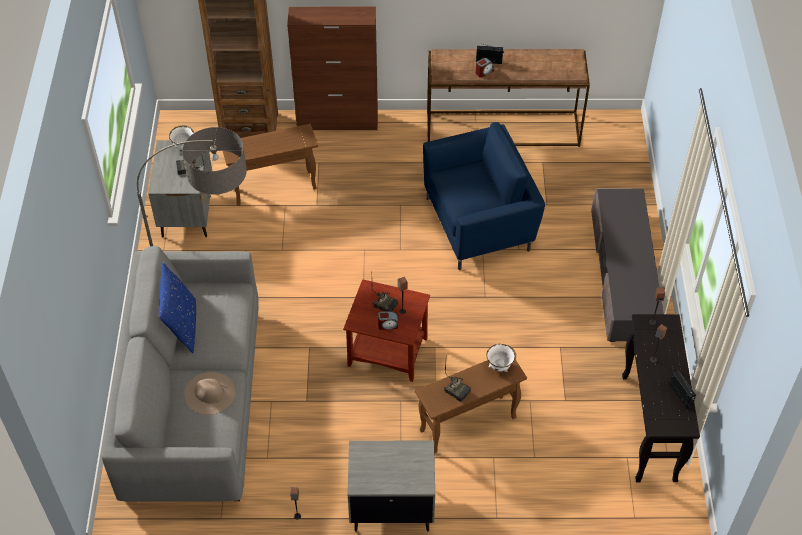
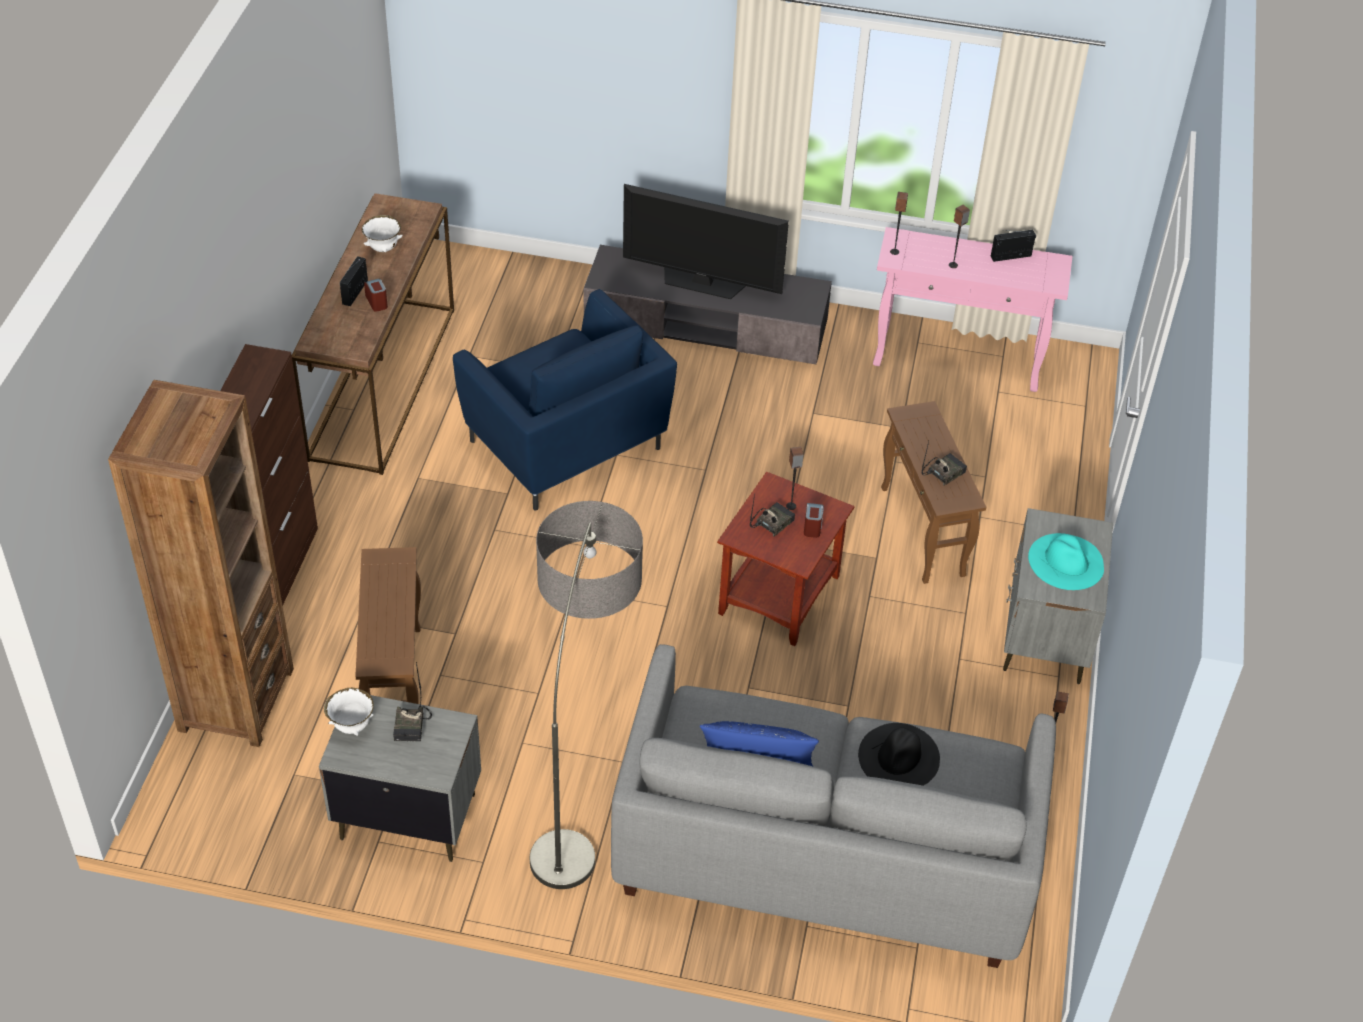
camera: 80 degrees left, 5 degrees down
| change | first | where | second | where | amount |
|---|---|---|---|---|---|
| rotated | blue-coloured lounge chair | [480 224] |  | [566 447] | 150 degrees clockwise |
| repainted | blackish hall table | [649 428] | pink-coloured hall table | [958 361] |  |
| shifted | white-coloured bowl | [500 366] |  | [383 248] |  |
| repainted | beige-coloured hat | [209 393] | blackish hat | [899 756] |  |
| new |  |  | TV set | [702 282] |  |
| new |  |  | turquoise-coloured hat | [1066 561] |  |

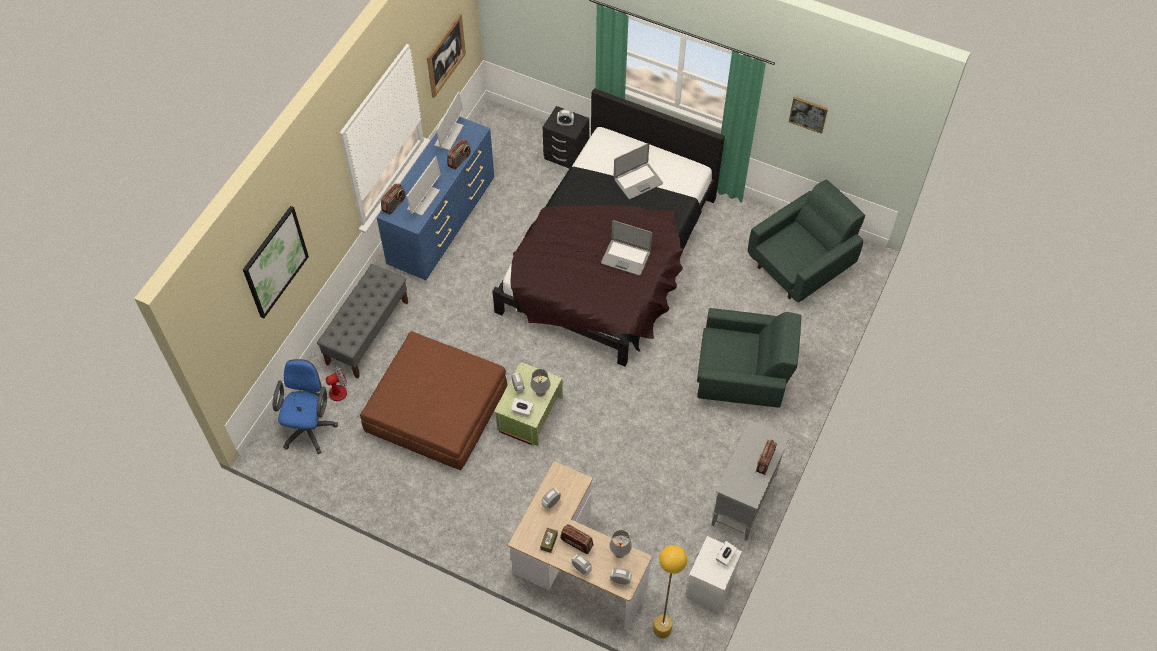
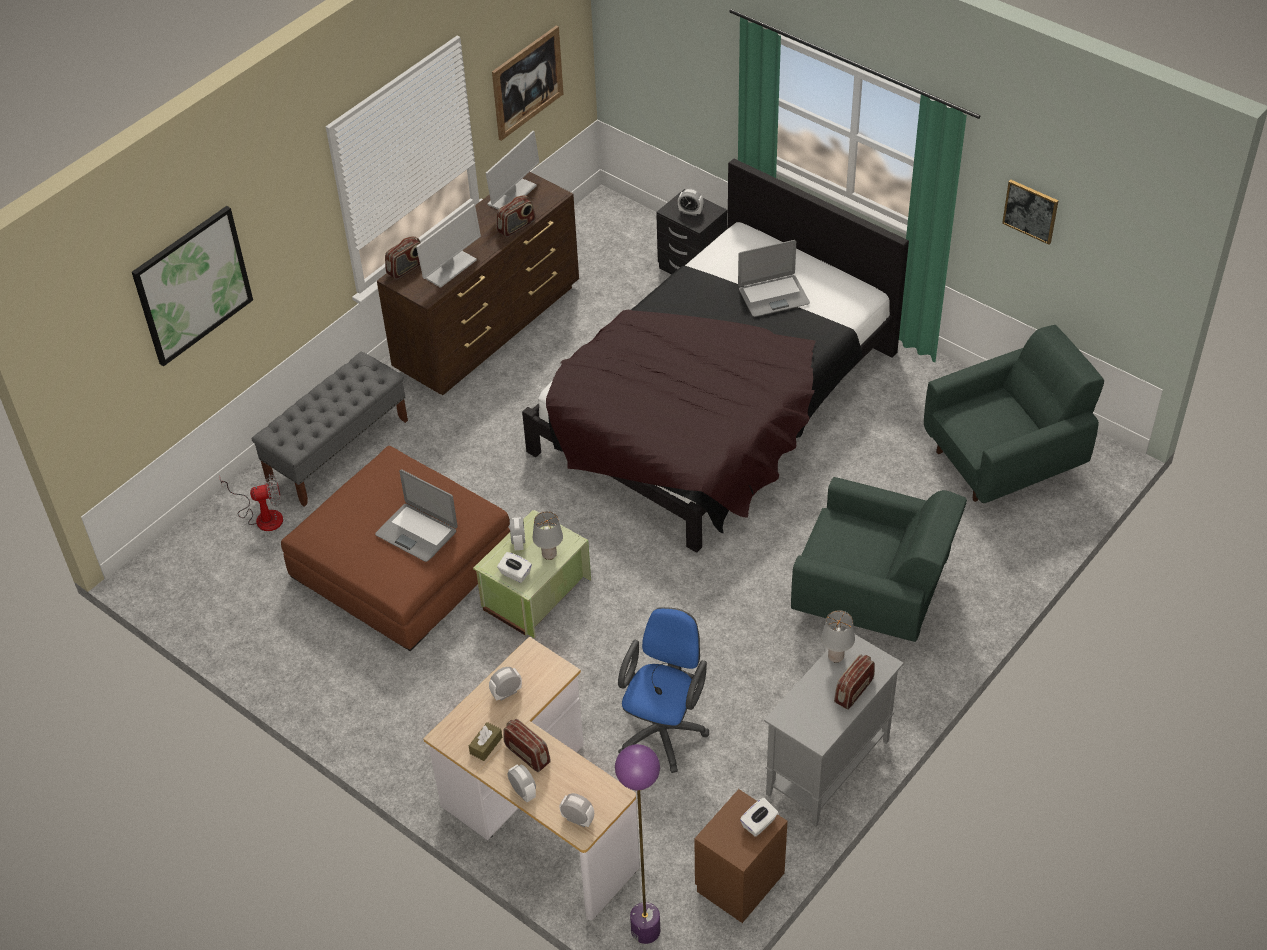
camera: 15 degrees right, 10 degrees down
| change | first | where | second | where | amount |
|---|---|---|---|---|---|
| repainted | blue-coloured chest of drawers | [443 223] | brownish chest of drawers | [489 328] |  |
| shifted | portable computer | [626 257] |  | [417 532] |  |
| shifted | blue-coloured desk chair | [309 427] |  | [664 729] |  |
| shifted | greyish tabletop lamp | [619 553] |  | [836 656] |  |
| repainted | white-coloured night table | [710 586] | brownish night table | [740 882] |  |
| repainted | yellowish floor lamp | [662 629] | purple floor lamp | [645 930] |  |

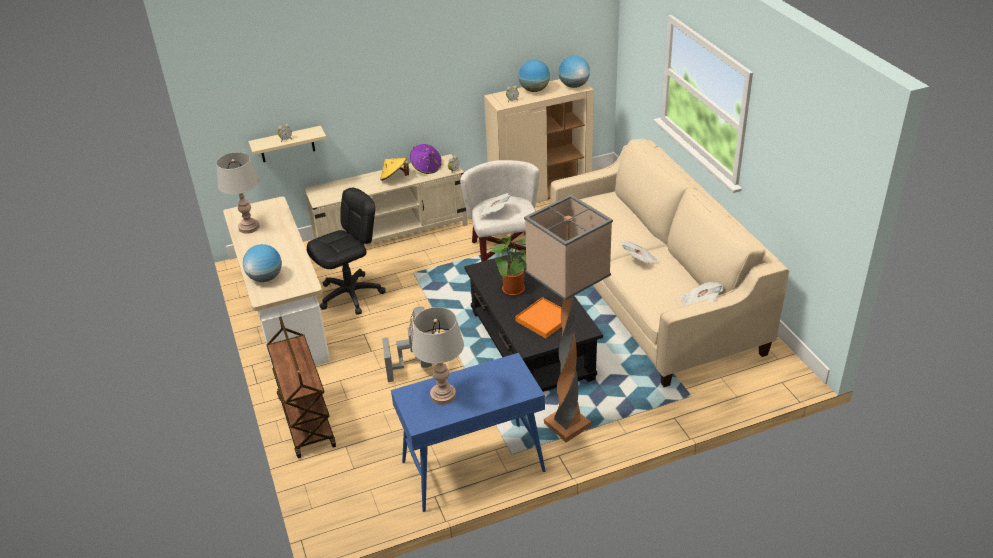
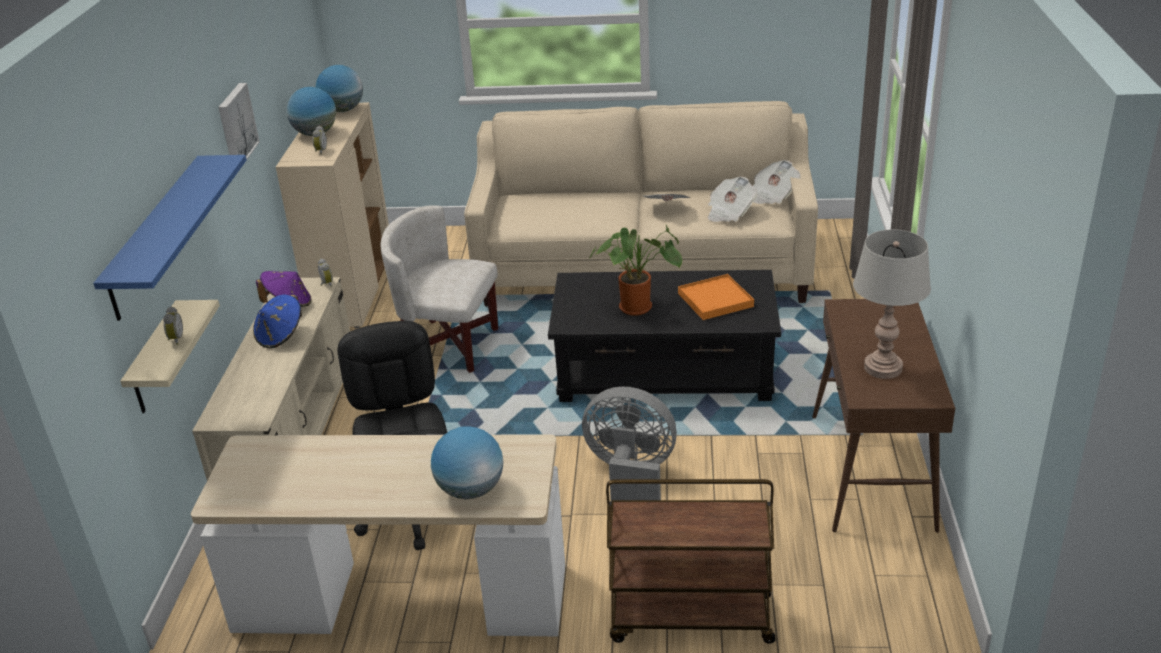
camera: 65 degrees left, 5 degrees down
| change | first | where | second | where | amount |
|---|---|---|---|---|---|
| gone | greyish tabletop lamp | [249 227] |  |  |  |
| repainted | yellowish hat | [394 178] | blue-coloured hat | [281 336] |  |
| shifted | newspaper | [493 212] |  | [729 213] |  |
| gone | floor lamp | [567 426] |  |  |  |
| repainted | blue-coloured hall table | [472 467] | brownish hall table | [872 472] |  |
| new |  |  | wall art | [235 125] |  |
| new |  |  | blue-coloured bracket shelf | [156 236] |  |

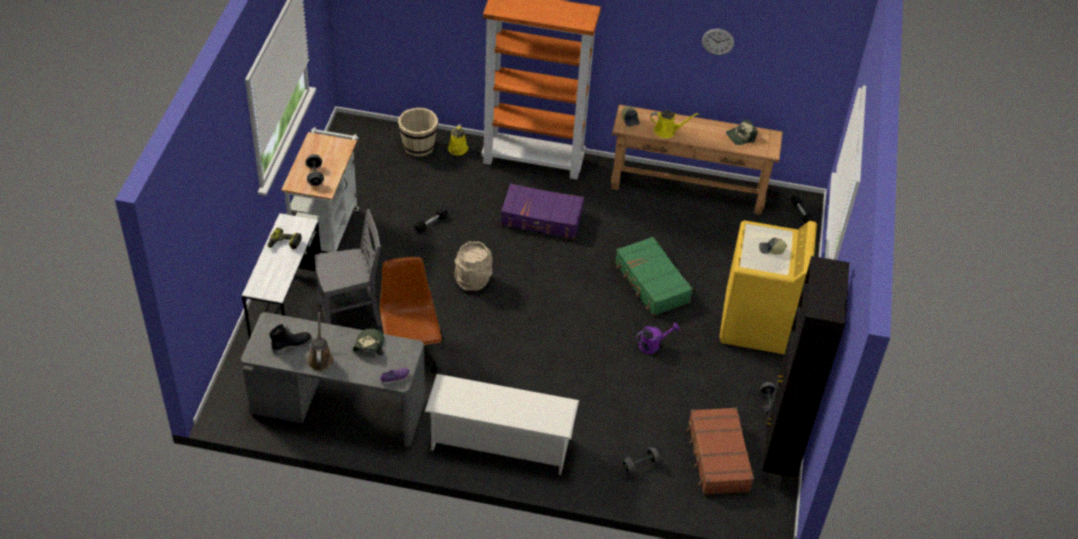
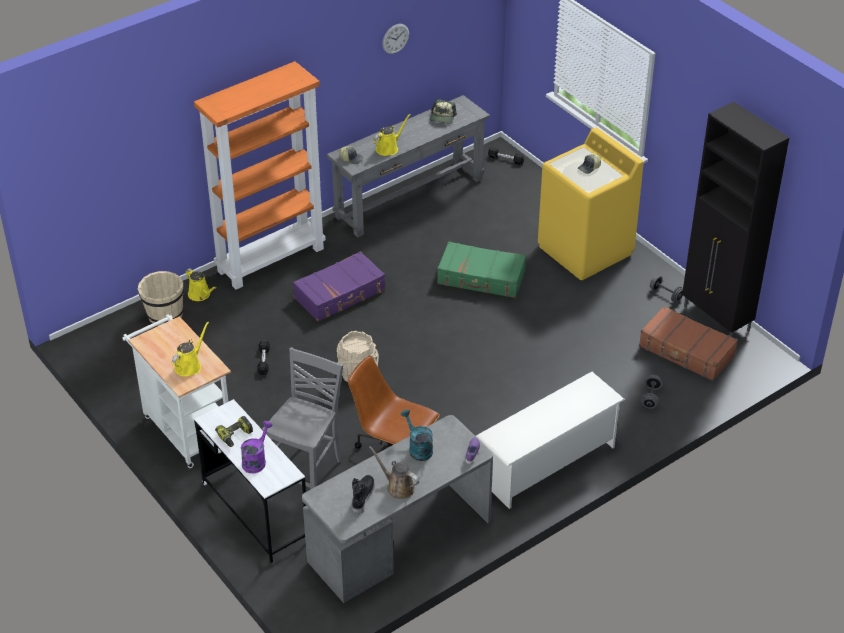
camera: 45 degrees left, 5 degrees down
| change | first | where | second | where | amount |
|---|---|---|---|---|---|
| repainted | brownish hall table | [688 188] | greyish hall table | [409 198] |  |
| swapped | greyish dumbbell | [315 176] | yellowish watering pot | [189 365] |  |
| shifted | purple watering pot | [652 345] |  | [256 460] |  |
| swapped | cap | [369 345] | turquoise-coloured watering pot | [418 448] |  |

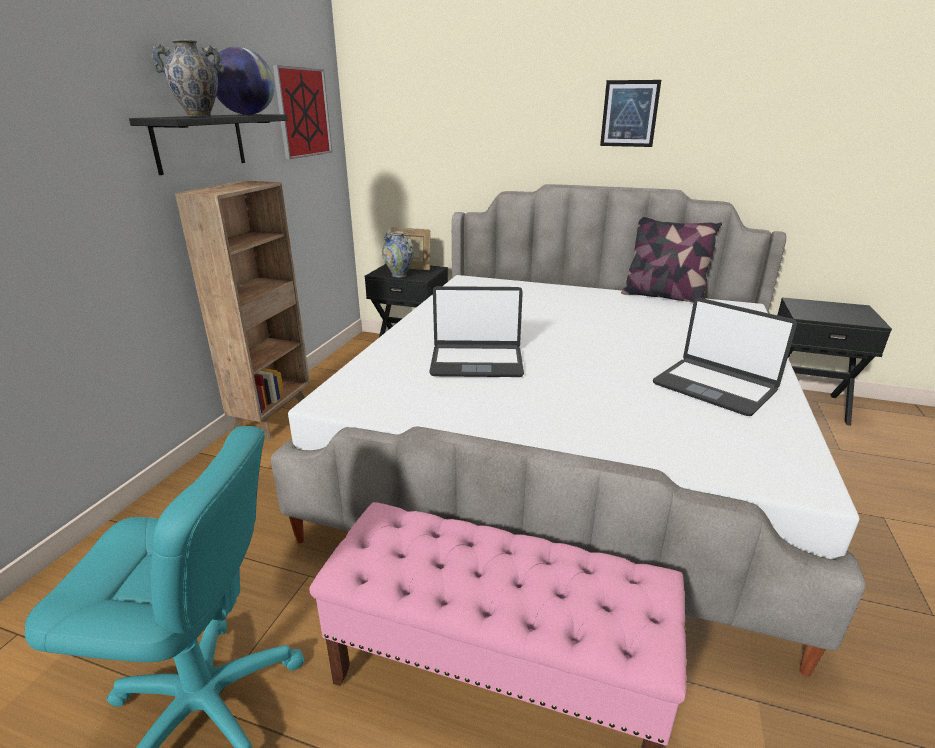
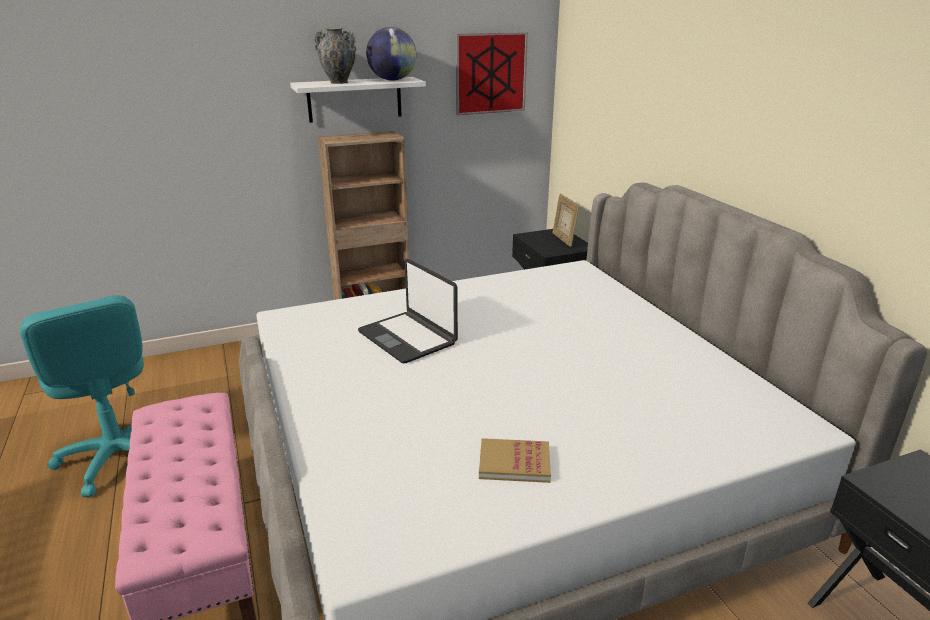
camera: 50 degrees right, 0 degrees up
| change | first | where | second | where | amount |
|---|---|---|---|---|---|
| gone | wall art | [629 114] |  |  |  |
| repainted | blackish bracket shelf | [200 142] | white-coloured bracket shelf | [355 99] |  |
| gone | throw pillow | [663 296] |  |  |  |
| gone | flower vase | [399 275] |  |  |  |
| swapped | portable computer | [714 387] | bound book | [514 463] |  |

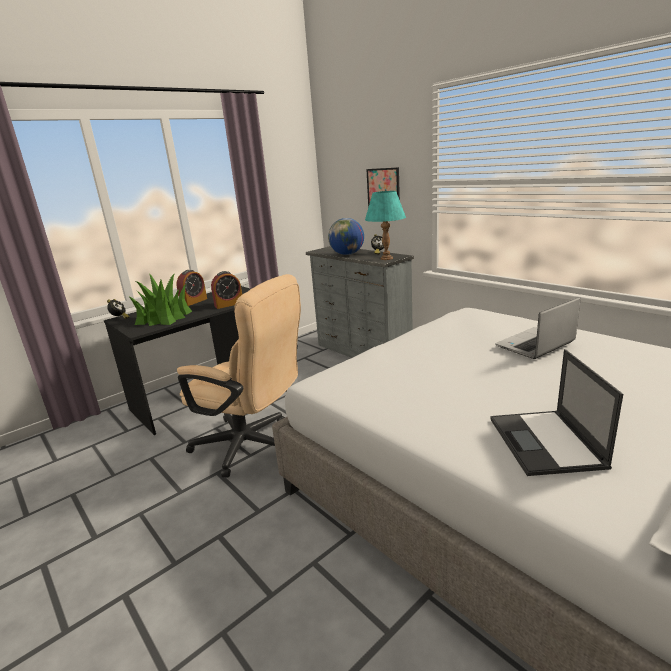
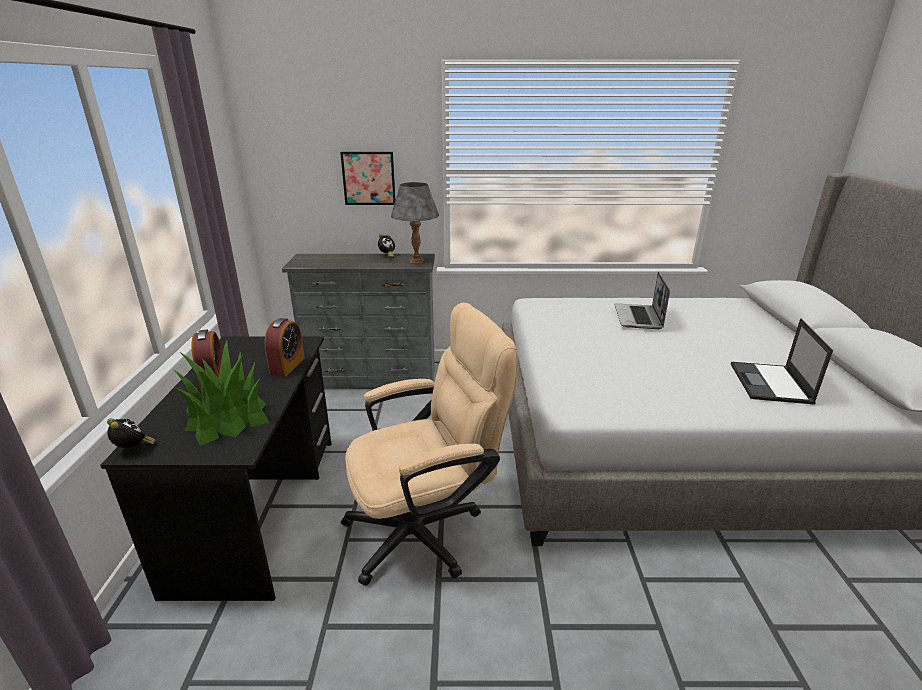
camera: 50 degrees left, 5 degrees up
| change | first | where | second | where | amount |
|---|---|---|---|---|---|
| repainted | turquoise-coloured tabletop lamp | [386 258] | greyish tabletop lamp | [416 262] |  |
| gone | desk globe | [347 254] |  |  |  |
| rotated | portable computer | [546 443] |  | [770 383] | 60 degrees clockwise |

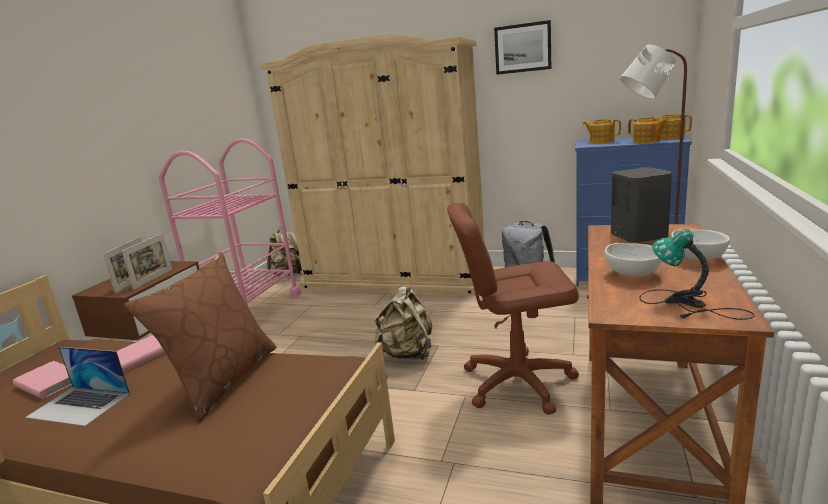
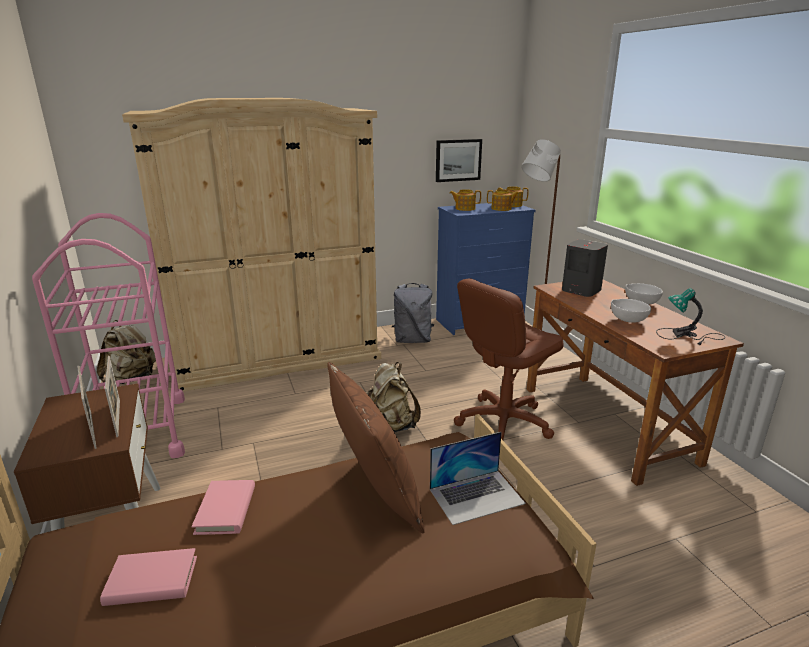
camera: 40 degrees left, 5 degrees up
| change | first | where | second | where | amount |
|---|---|---|---|---|---|
| shifted | wall art | [523 48] |  | [458 160] |  |
| shifted | portable computer | [79 405] |  | [476 496] |  |

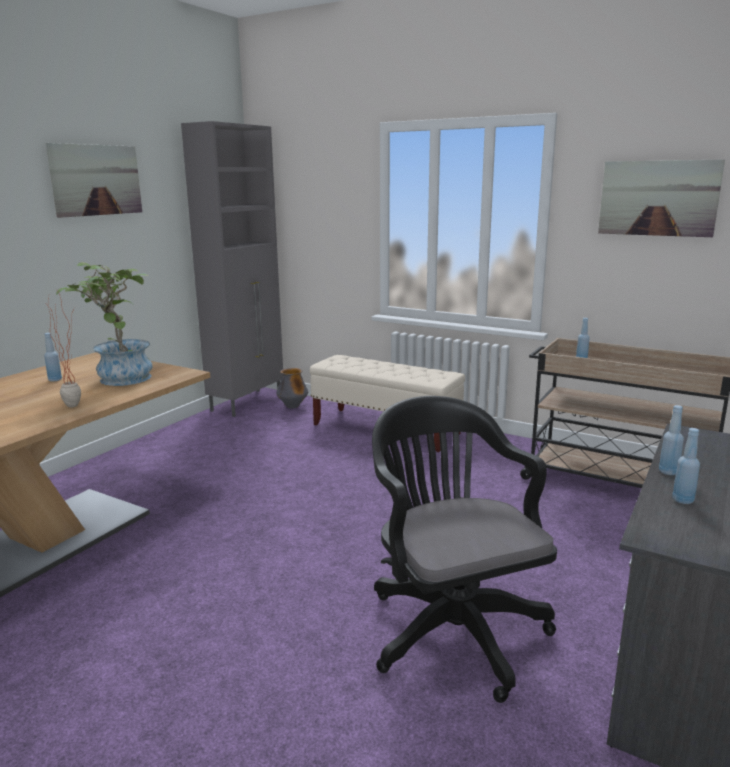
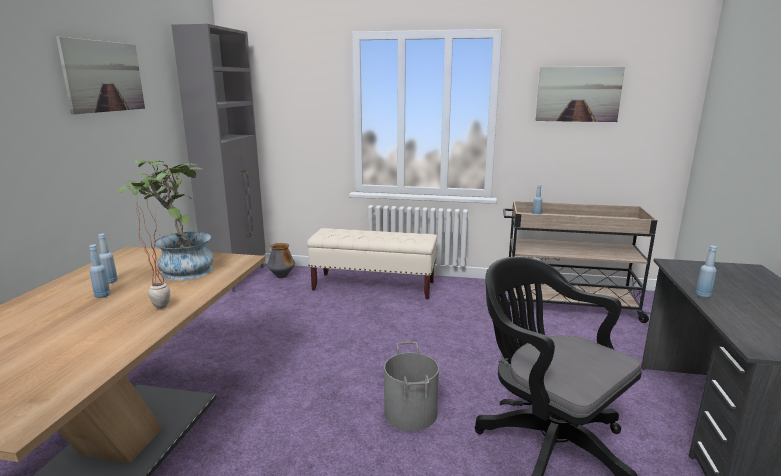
camera: 20 degrees left, 0 degrees up
| change | first | where | second | where | amount |
|---|---|---|---|---|---|
| shifted | blue-coloured drink bottle | [682 500] |  | [102 295] |  |
| new |  |  | greyish bucket | [409 413] |  |

